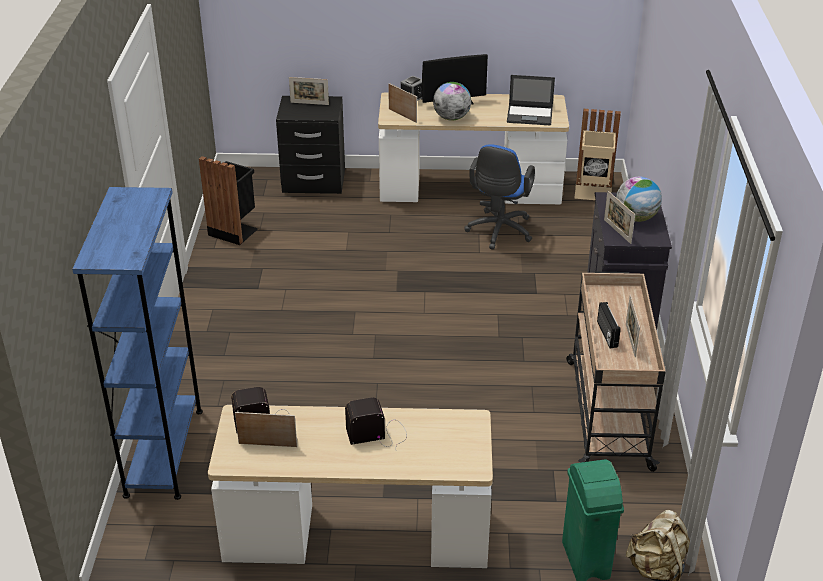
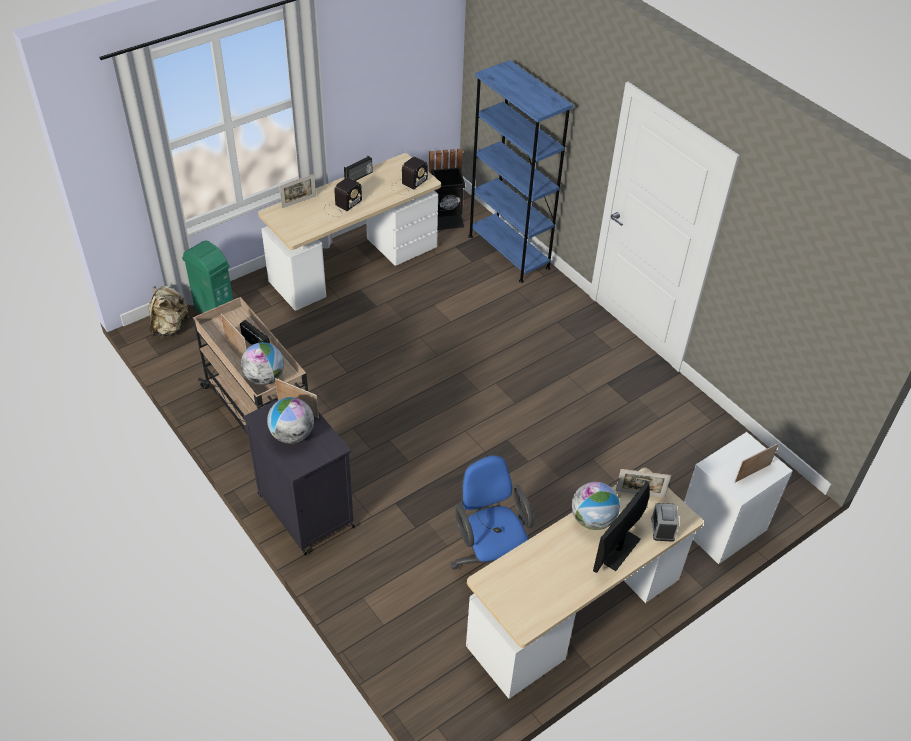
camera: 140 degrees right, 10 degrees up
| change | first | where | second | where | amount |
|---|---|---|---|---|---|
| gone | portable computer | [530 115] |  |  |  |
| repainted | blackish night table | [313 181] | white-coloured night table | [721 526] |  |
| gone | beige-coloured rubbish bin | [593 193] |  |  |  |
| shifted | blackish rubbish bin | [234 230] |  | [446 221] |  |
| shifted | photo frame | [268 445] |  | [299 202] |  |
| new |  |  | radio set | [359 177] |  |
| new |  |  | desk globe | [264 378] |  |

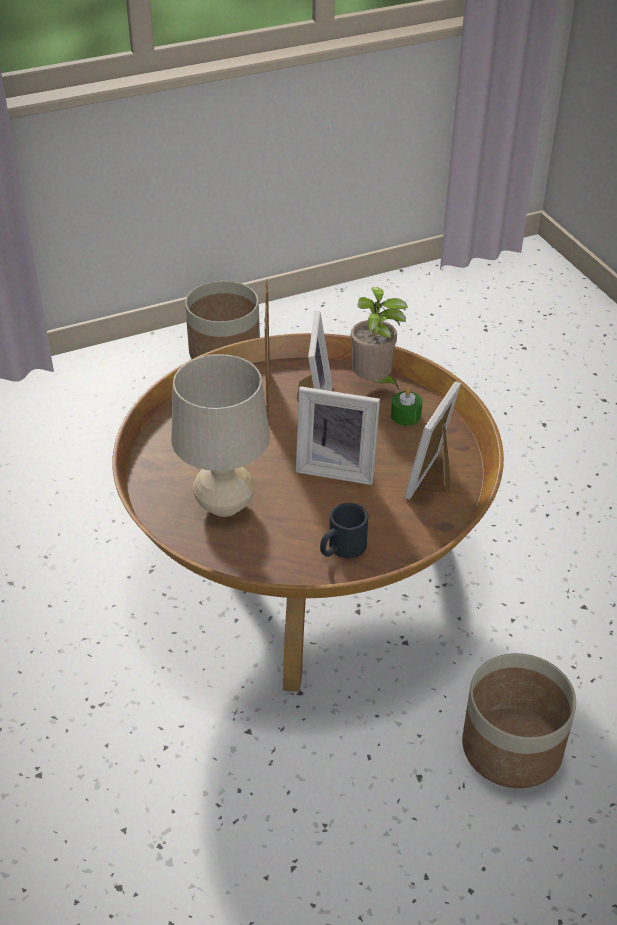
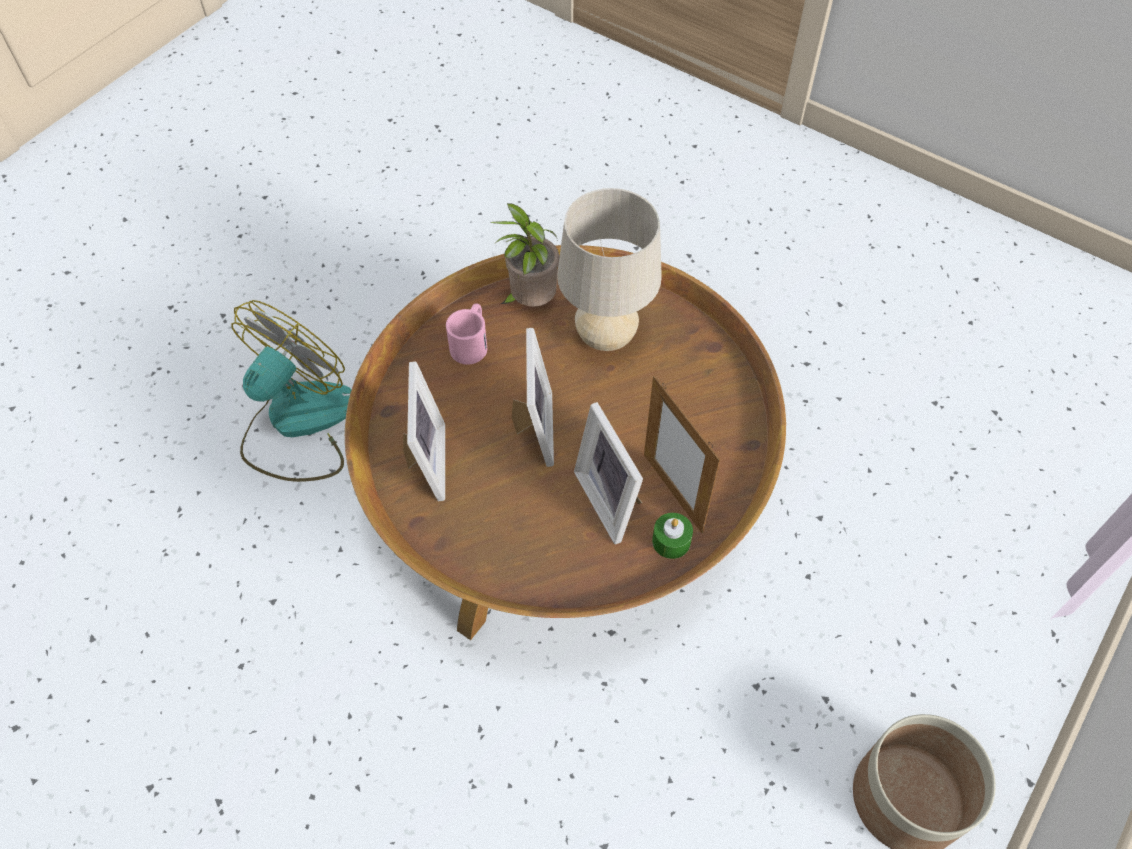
camera: 150 degrees right, 15 degrees up
| change | first | where | second | where | amount |
|---|---|---|---|---|---|
| shifted | plant in a pot | [374 383] |  | [530 302] |  |
| rotated | photo frame | [337 467] |  | [532 429] | 105 degrees clockwise |
| shifted | green wax light | [406 416] |  | [671 541] |  |
| repainted | blackish mug | [341 549] | pink-coloured mug | [471 342] |  |
| swapped | planter | [512 748] | fan | [298 424] |  |

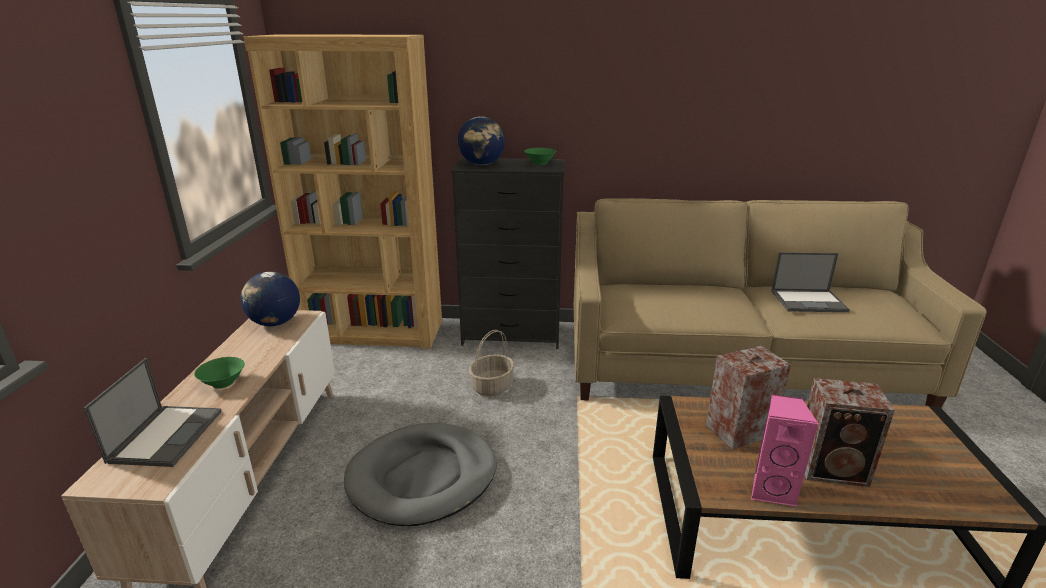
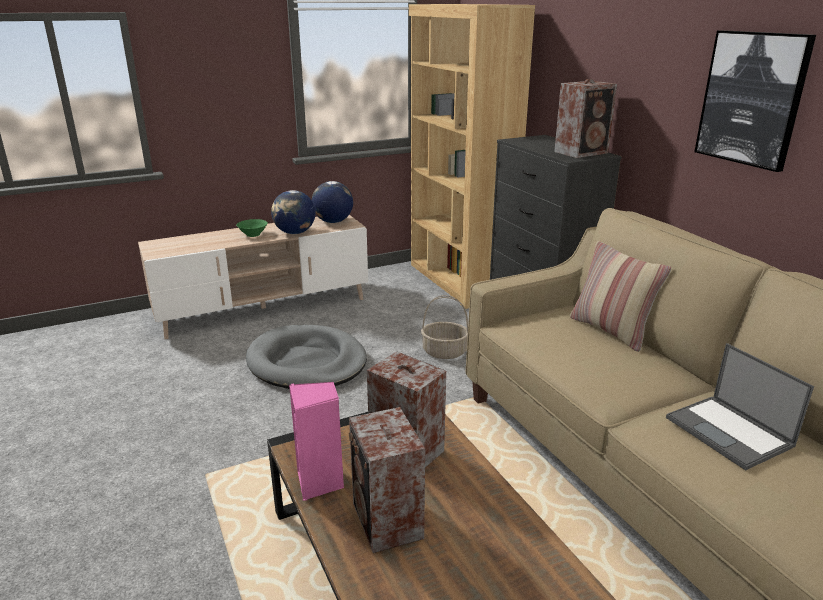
camera: 60 degrees right, 0 degrees up
| change | first | where | second | where | amount |
|---|---|---|---|---|---|
| shifted | desk globe | [482 164] |  | [295 233] |  |
| swapped | green bowl | [539 163] | loudspeaker | [582 152] |  |
| gone | portable computer | [166 435] |  |  |  |
| new |  |  | wall art | [752 99] |  |
| new |  |  | throw pillow | [611 330] |  |

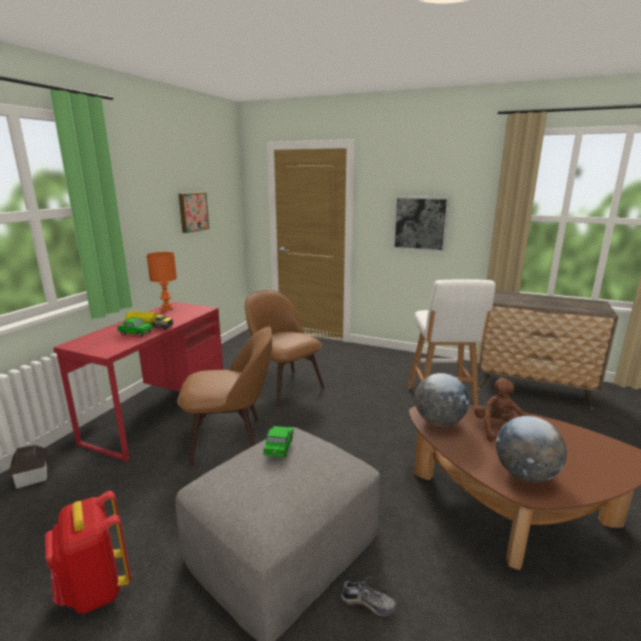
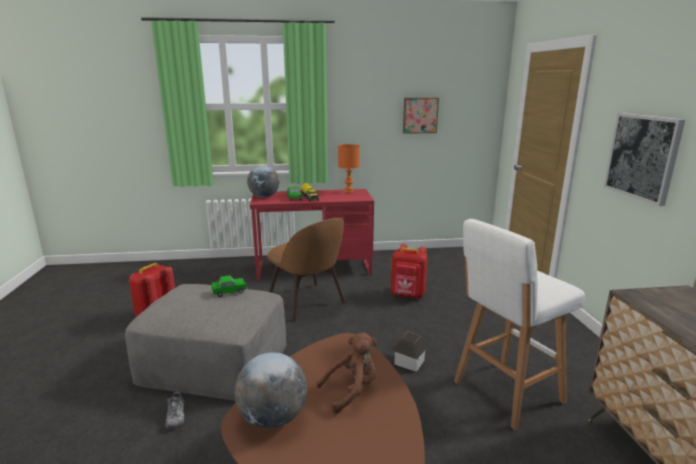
camera: 60 degrees right, 0 degrees up
| change | first | where | second | where | amount |
|---|---|---|---|---|---|
| swapped | brownish upright chair | [284 386] | reddish backpack | [408 295] |  |
| shifted | desk globe | [439 422] |  | [264 197] |  |
| shifted | miniature house | [32 477] |  | [409 362] |  |

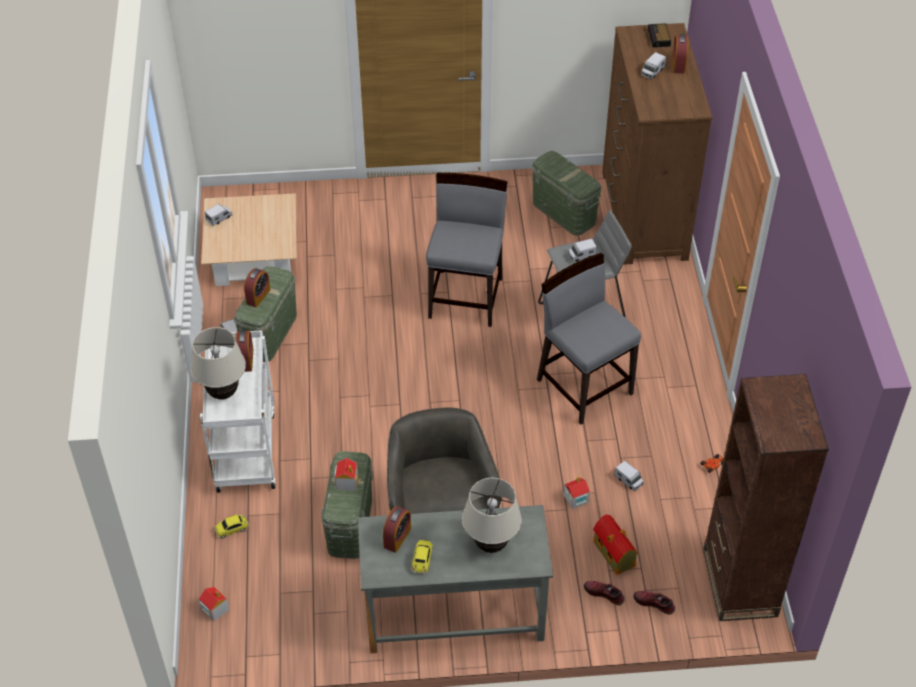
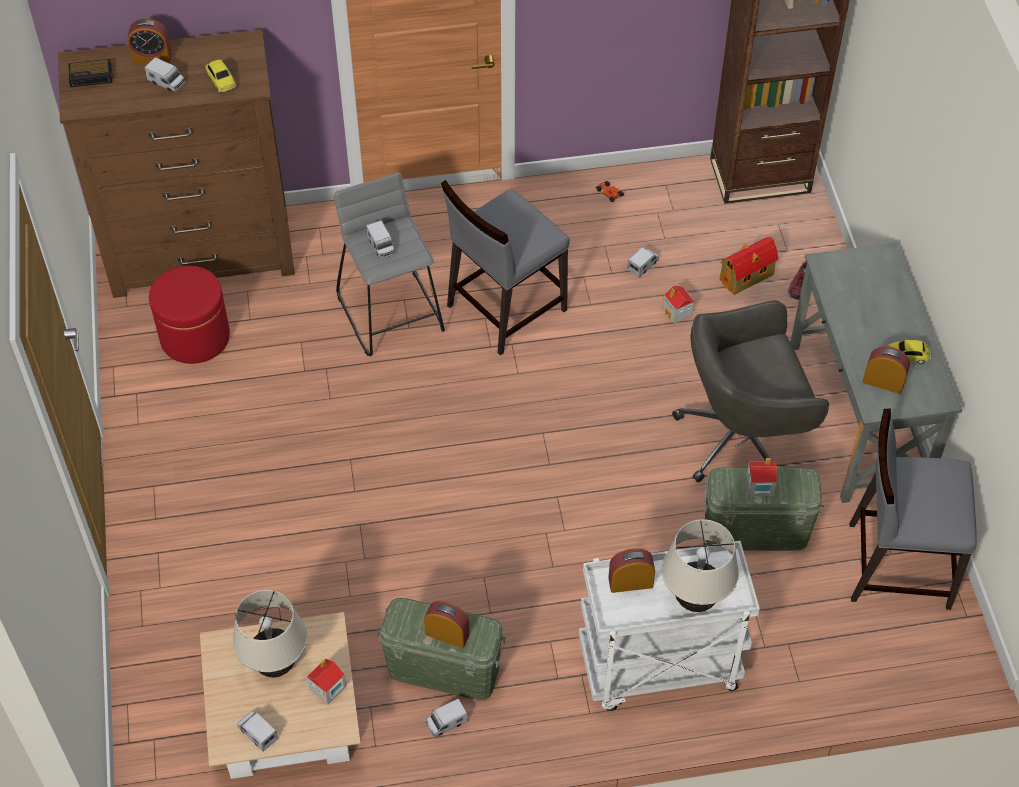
camera: 95 degrees left, 5 degrees up
| change | first | where | second | where | amount |
|---|---|---|---|---|---|
| swapped | green storage box | [564 213] | reddish ottoman | [195 337] |  |
| shifted | greyish upright chair | [466 297] |  | [897 564] |  |
| shifted | beige-coloured tabletop lamp | [491 545] |  | [276 665] |  |
| shifted | toy car | [232 529] |  | [221 80] |  |
| shifted | miniature house | [214 609] |  | [327 688] |  |
| gone | item of footwear | [654 603] |  |  |  |

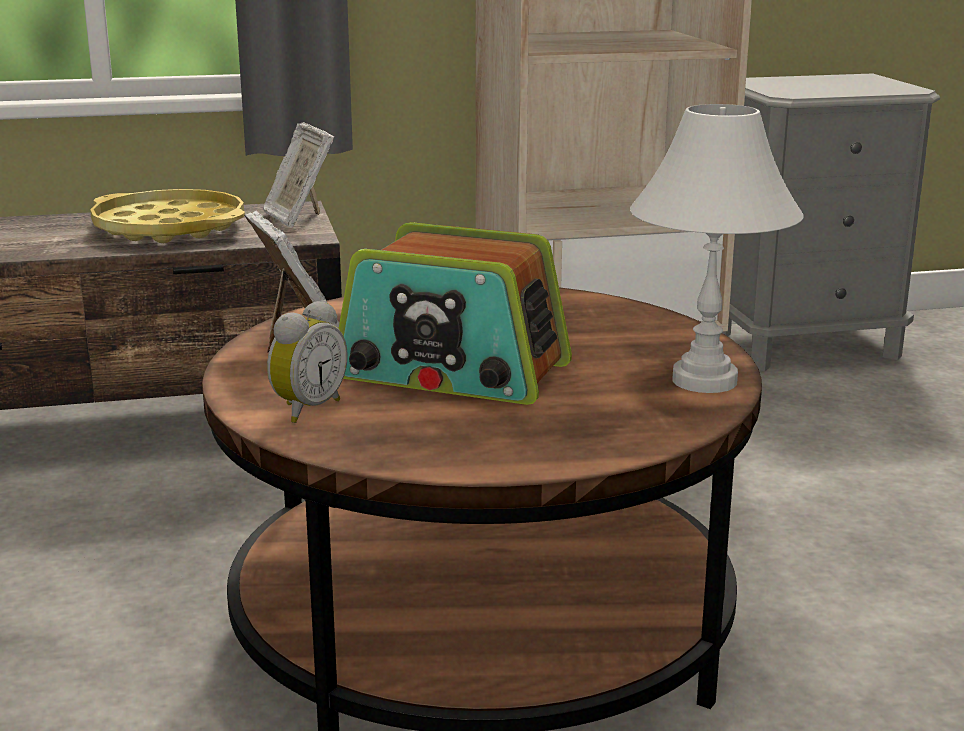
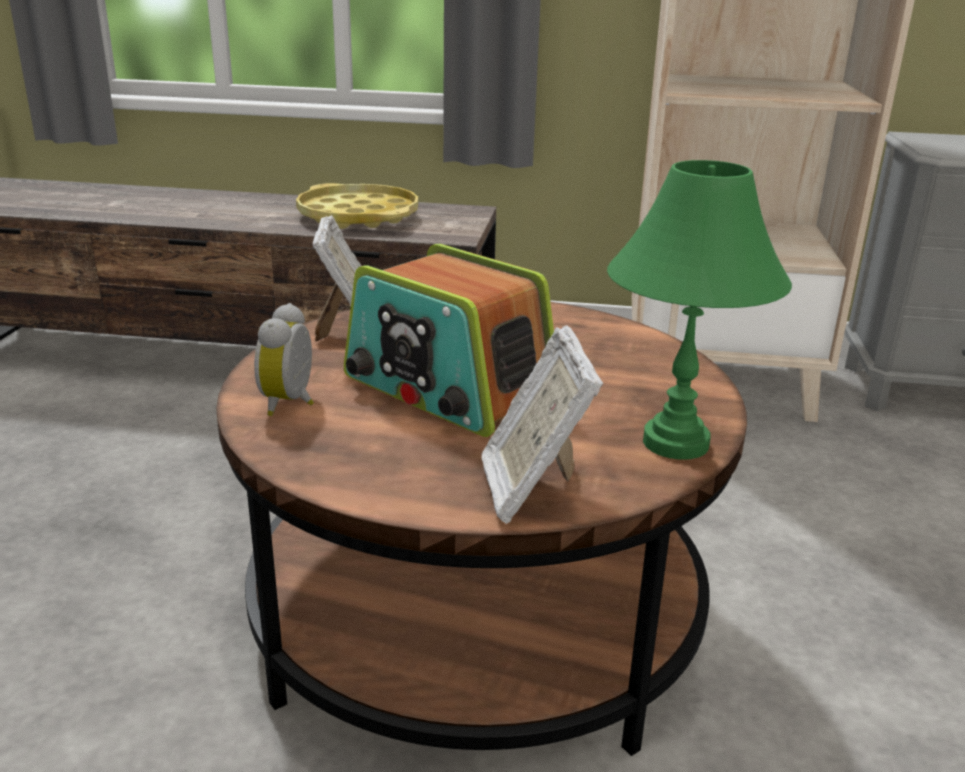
camera: 20 degrees right, 5 degrees up
| change | first | where | second | where | amount |
|---|---|---|---|---|---|
| repainted | white-coloured tabletop lamp | [705 381] | green tabletop lamp | [676 443] |  |
| shifted | photo frame | [299 219] |  | [532 488] |  |
| rotated | bedside clock | [306 409] |  | [292 403] | 135 degrees clockwise |

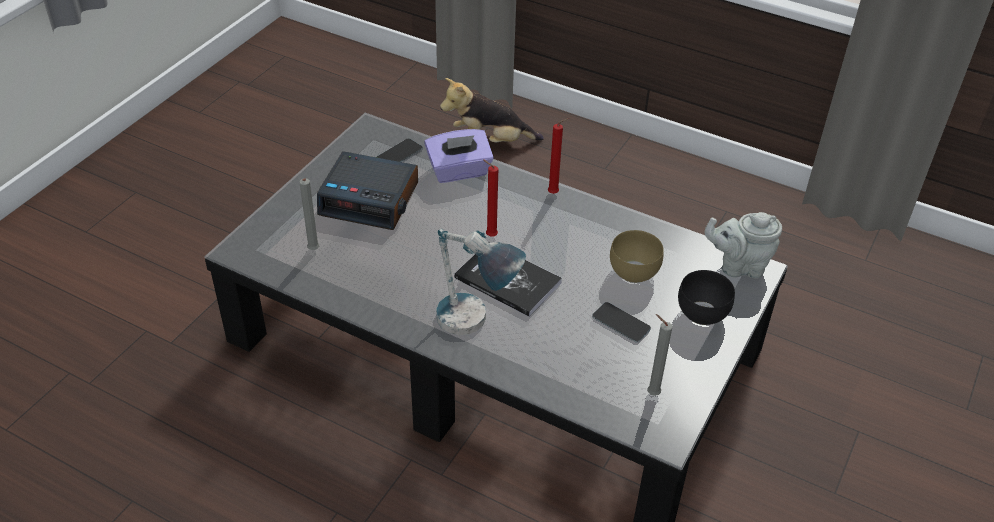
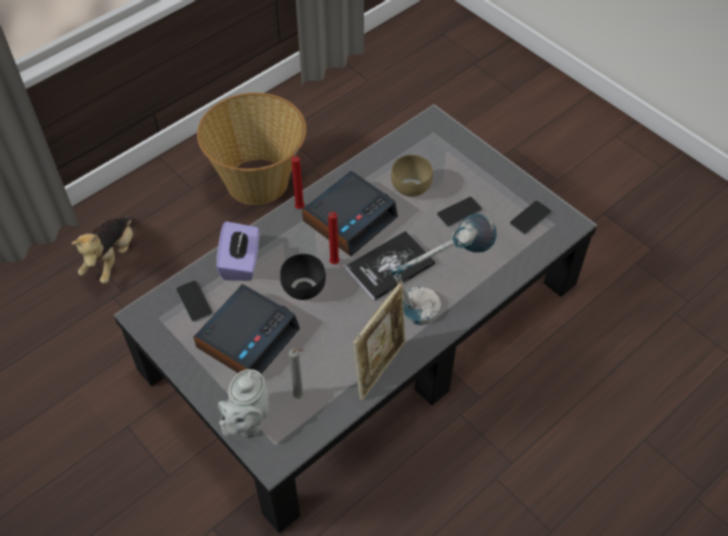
camera: 70 degrees left, 10 degrees up
| change | first | where | second | where | amount |
|---|---|---|---|---|---|
| shifted | greyish pot for tea | [738 266] |  | [247 421] |  |
| shifted | blackish bowl | [703 315] |  | [305 288] |  |
| swapped | greyish wax light | [651 393] | handset | [530 218] |  |
| new |  |  | basket | [258 181] |  |
| new |  |  | bedside clock | [350 218] |  |
| new |  |  | photo frame | [380 367] |  |

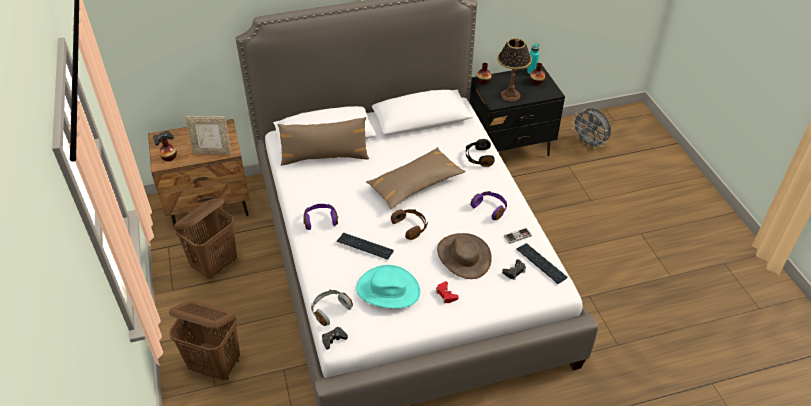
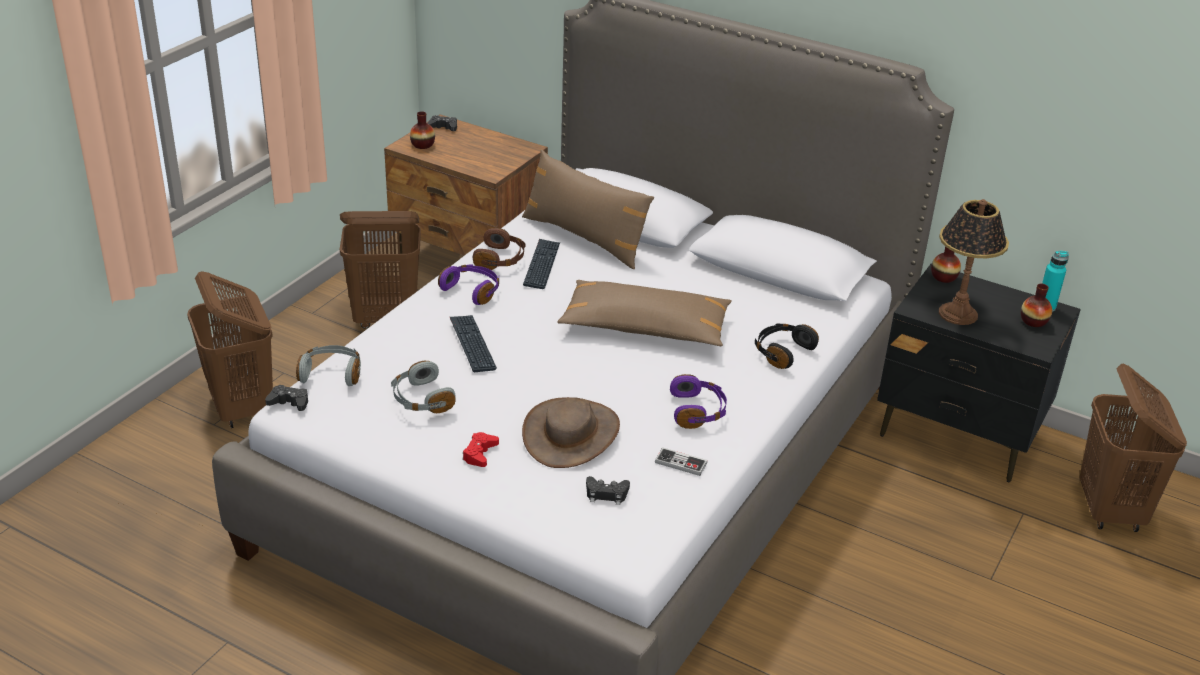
camera: 45 degrees right, 10 degrees down
| change | first | where | second | where | amount |
|---|---|---|---|---|---|
| swapped | greyish fan | [589 143] | brownish laundry basket | [1110 510] |  |
| gone | photo frame | [212 152] |  |  |  |
| shifted | brownish headphones | [410 227] |  | [500 259] |  |
| shifted | PC keyboard | [541 264] |  | [542 265] |  |
| swapped | turquoise-coloured hat | [387 290] | greyish headphones | [421 399] |  |

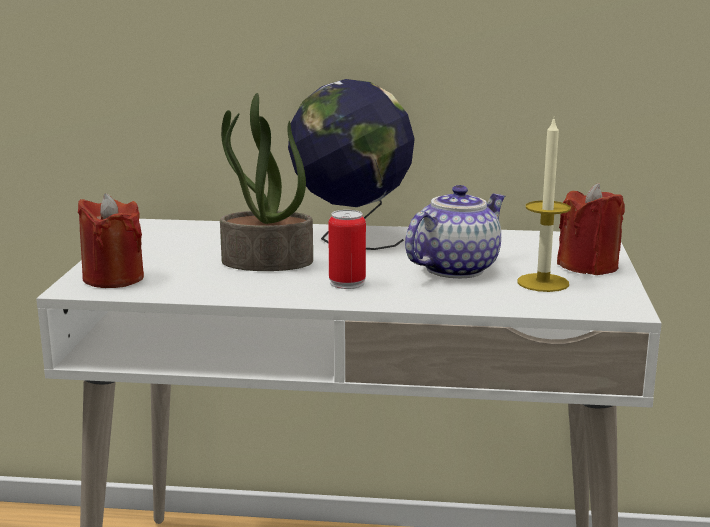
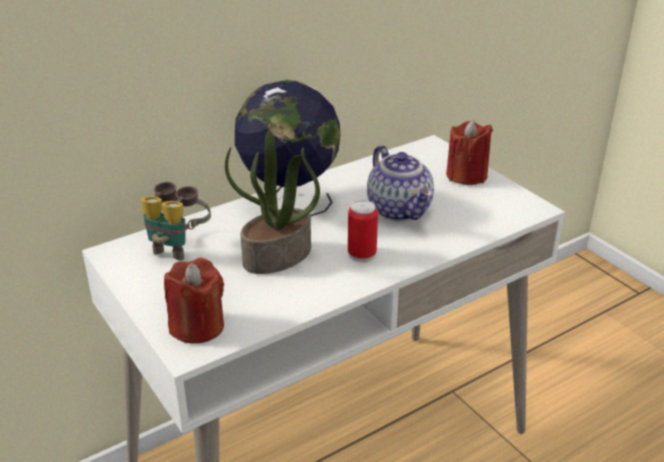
camera: 40 degrees left, 15 degrees up
| change | first | where | second | where | amount |
|---|---|---|---|---|---|
| gone | wax light | [543 283] |  |  |  |
| rotated | pot for tea | [454 268] |  | [401 210] | 150 degrees clockwise |
| new |  |  | binoculars | [177 246] |  |

